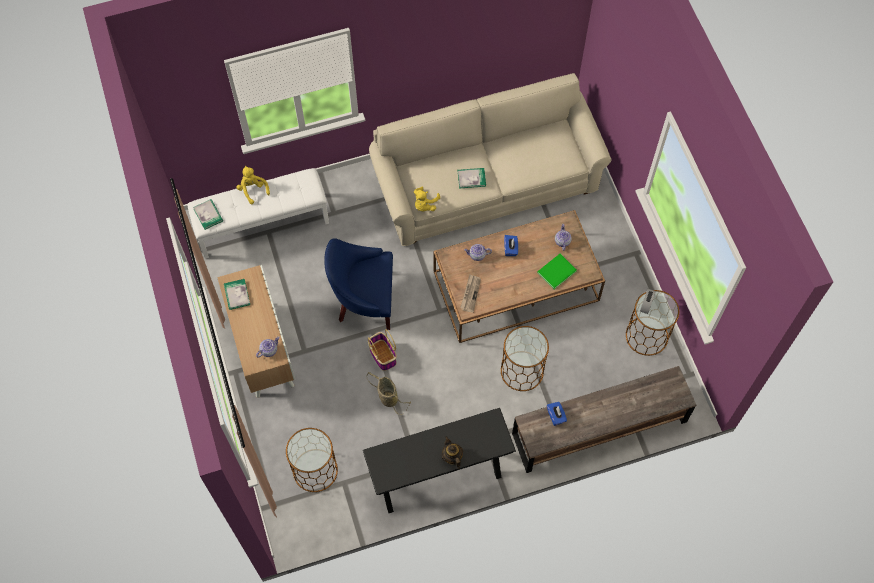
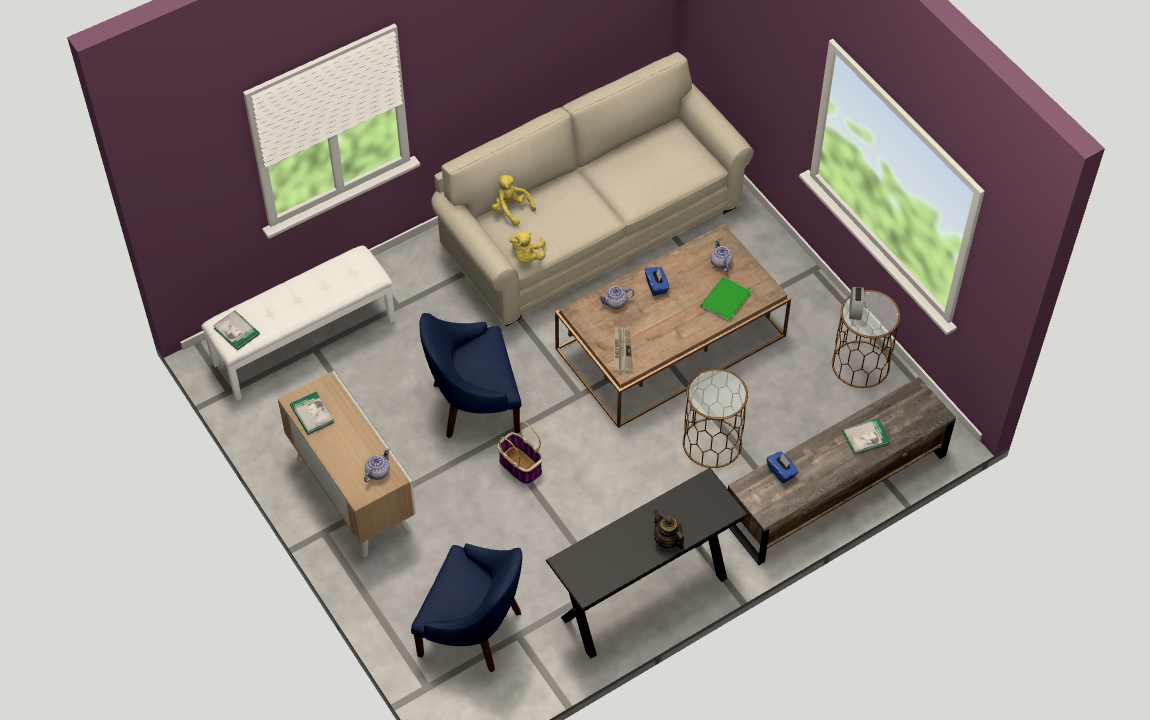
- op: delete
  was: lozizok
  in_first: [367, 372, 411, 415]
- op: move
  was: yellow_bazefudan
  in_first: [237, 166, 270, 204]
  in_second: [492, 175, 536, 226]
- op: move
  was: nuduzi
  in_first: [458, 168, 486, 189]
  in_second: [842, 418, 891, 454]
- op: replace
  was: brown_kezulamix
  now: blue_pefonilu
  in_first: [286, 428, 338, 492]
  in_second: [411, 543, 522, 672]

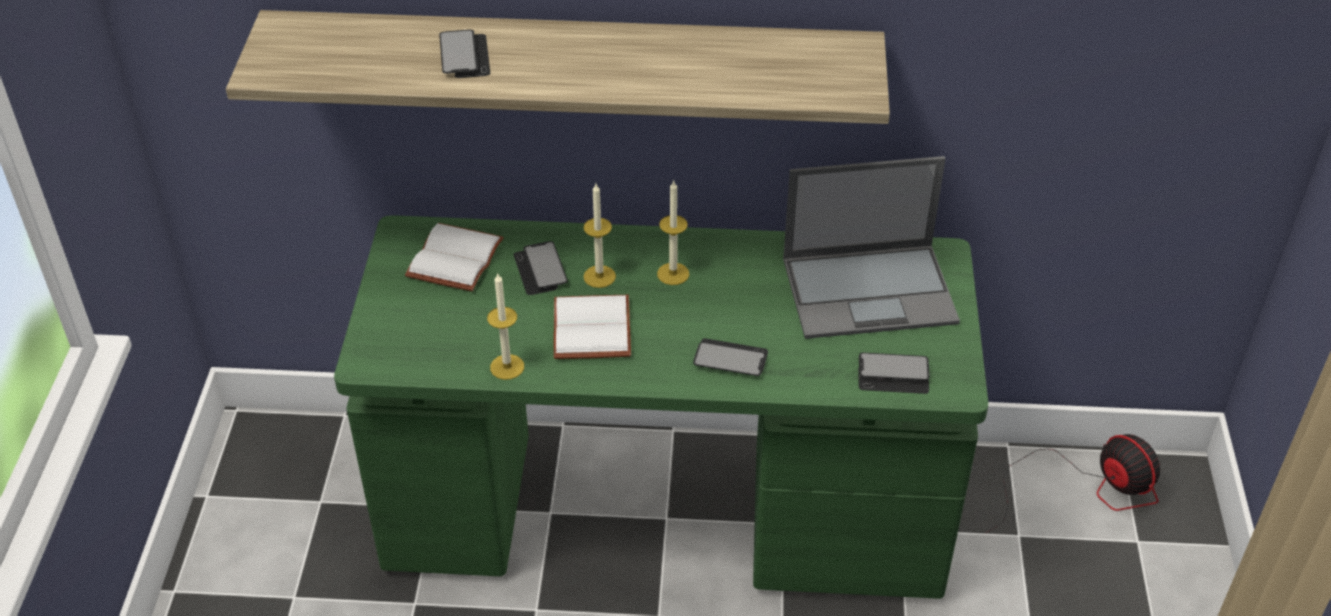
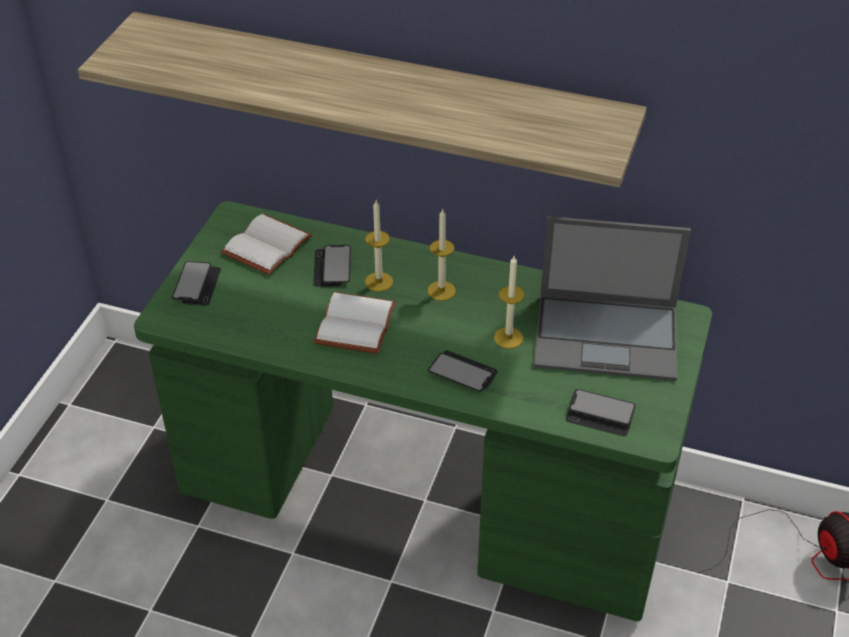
- op: move
  was: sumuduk
  in_first: [439, 30, 490, 78]
  in_second: [172, 261, 221, 306]
- op: move
  was: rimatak
  in_first: [487, 272, 524, 380]
  in_second: [494, 256, 525, 349]

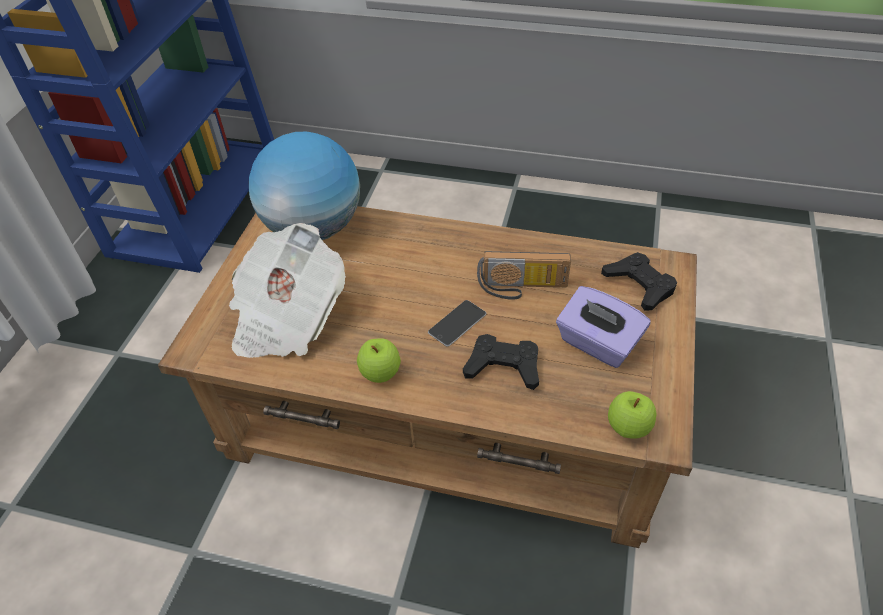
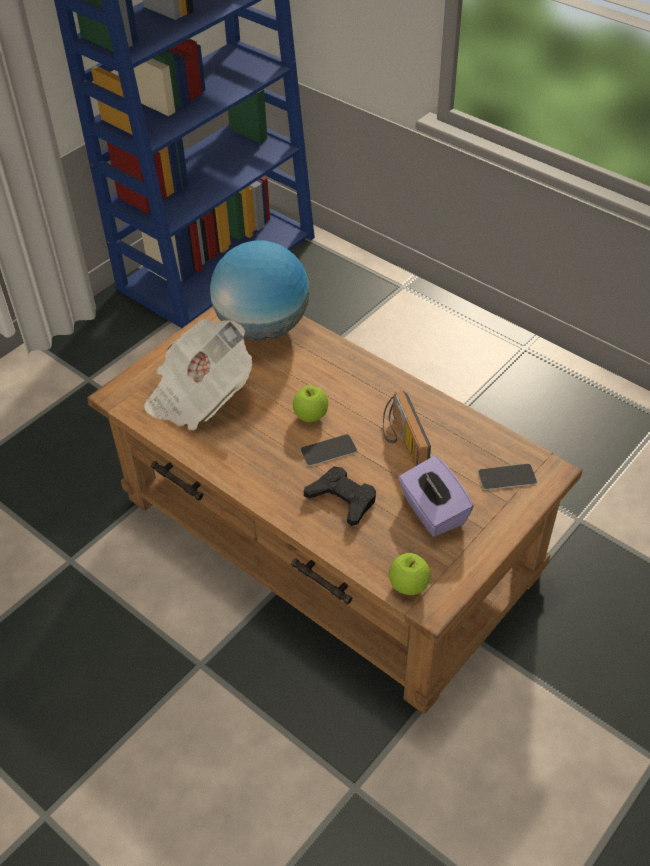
- op: move
  was: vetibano
  in_first: [357, 338, 401, 383]
  in_second: [293, 385, 328, 422]
- op: replace
  was: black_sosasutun
  now: sumuduk
  in_first: [601, 252, 677, 311]
  in_second: [478, 464, 537, 490]
- op: rotate
  was: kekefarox
  in_first: [477, 251, 571, 300]
  in_second: [383, 391, 431, 466]
  clockwise: 45

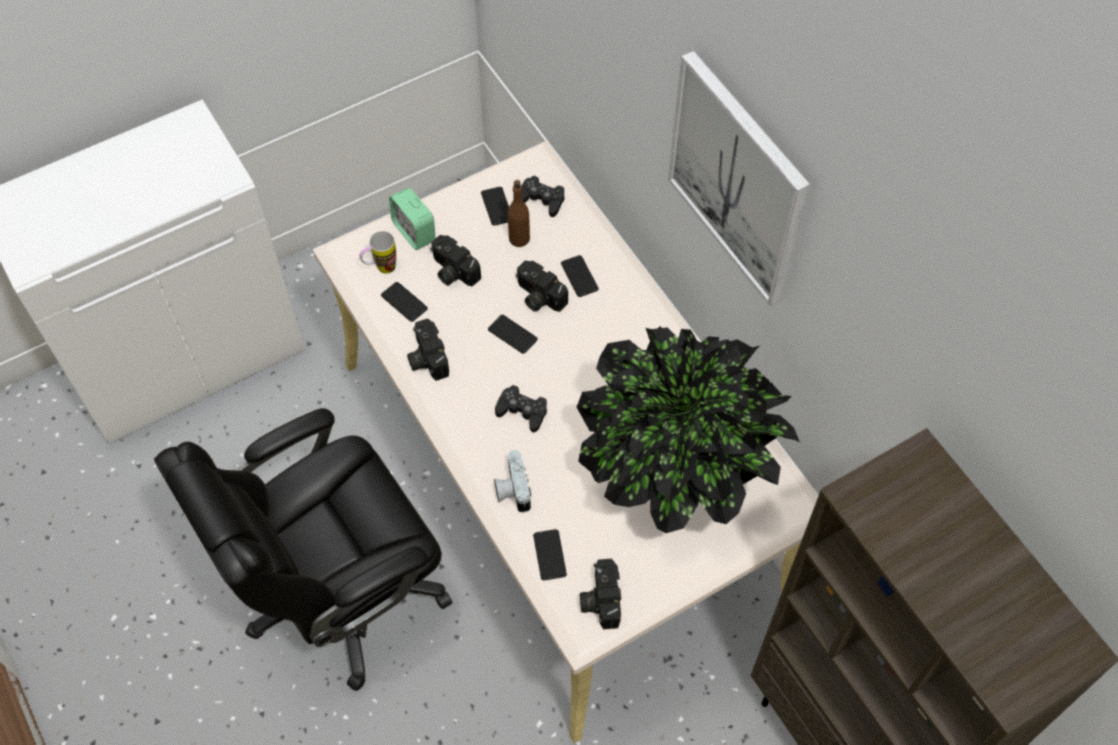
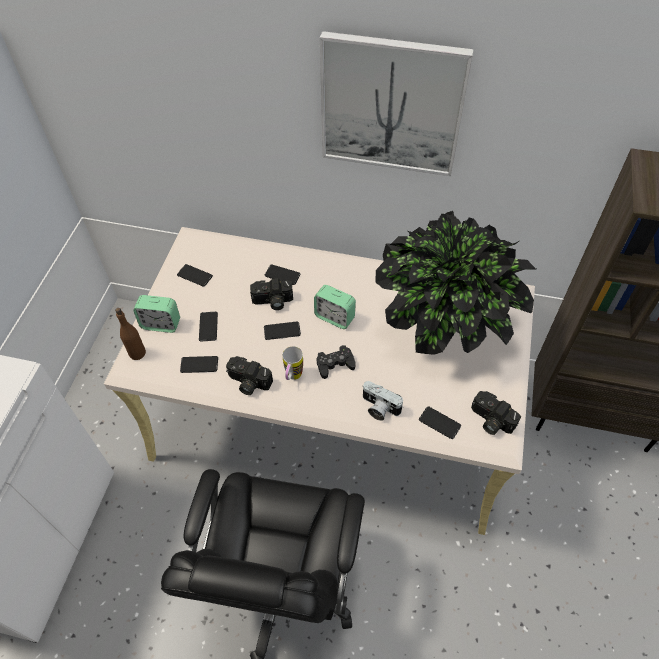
- op: delete
  was: black_sosasutun
  in_first: [521, 176, 564, 217]
- op: insert
  now: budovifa
  in_second: [314, 285, 356, 329]
- op: move
  was: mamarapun
  in_first: [360, 231, 396, 274]
  in_second: [282, 346, 303, 380]
- op: move
  was: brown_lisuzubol
  in_first: [508, 180, 530, 247]
  in_second: [115, 308, 146, 360]
- op: replace
  was: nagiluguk
  now: sumuduk
  in_first: [430, 235, 481, 287]
  in_second: [199, 312, 218, 341]

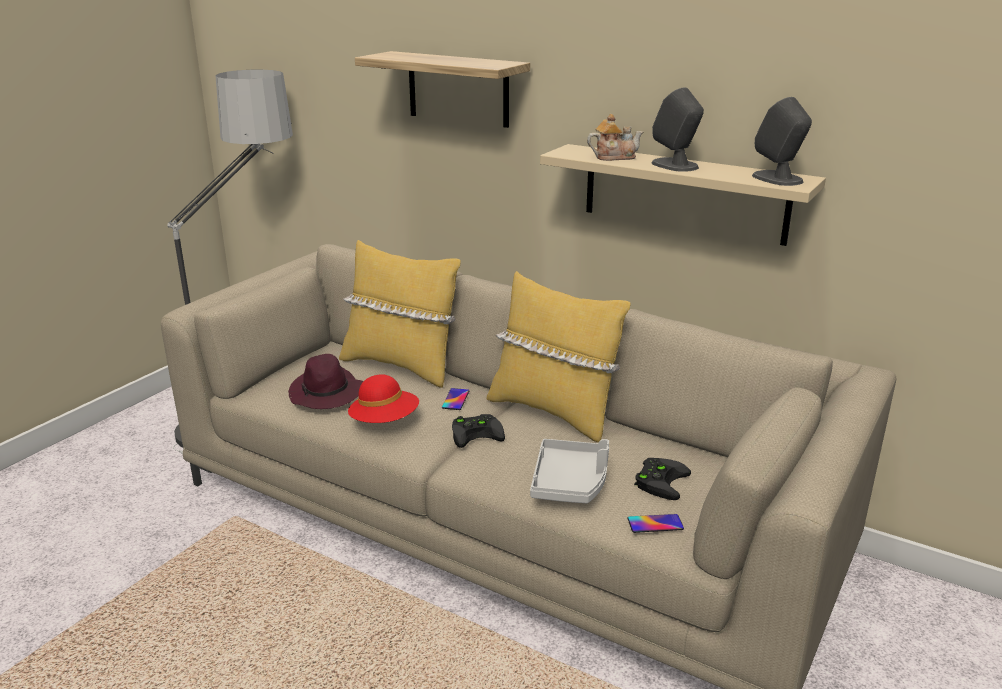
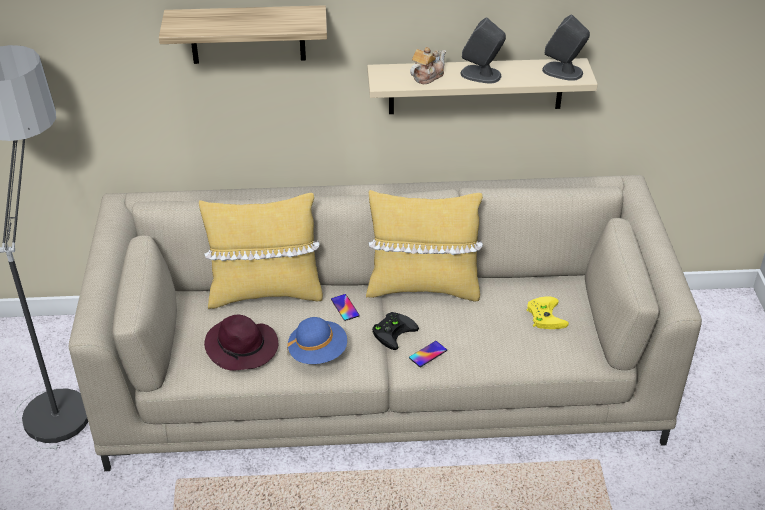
- op: delete
  was: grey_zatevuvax
  in_first: [530, 439, 609, 503]
- op: move
  was: sumuduk
  in_first: [627, 514, 684, 533]
  in_second: [409, 341, 447, 367]
- op: recolor
  was: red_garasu
  now: blue_garasu
  in_first: [348, 374, 419, 423]
  in_second: [287, 317, 347, 364]
- op: recolor
  was: black_sosasutun
  now: yellow_sosasutun
  in_first: [634, 458, 691, 500]
  in_second: [526, 296, 569, 329]

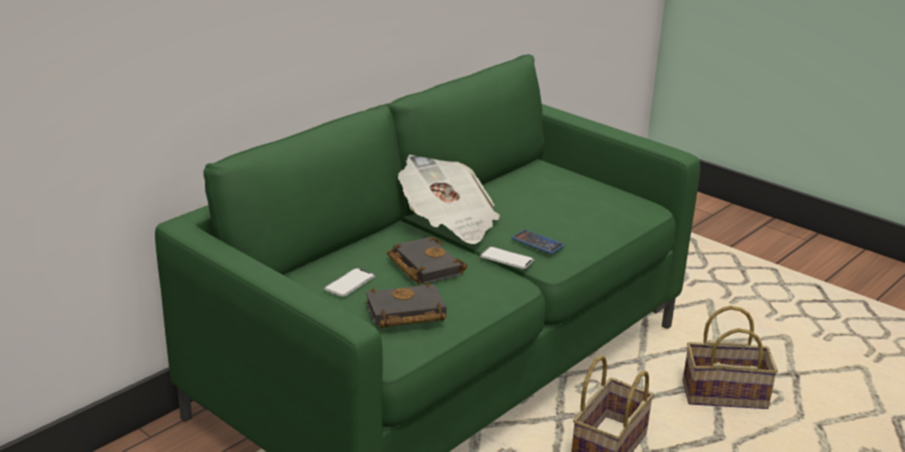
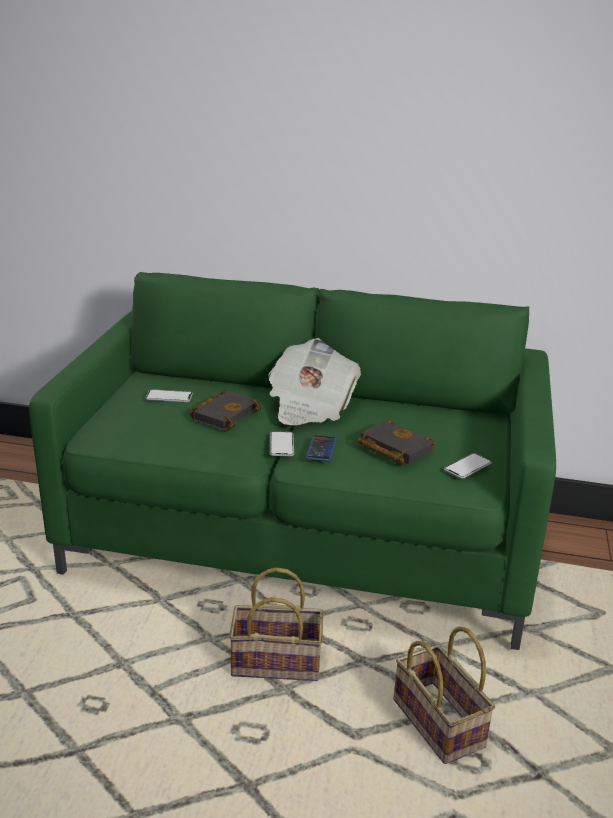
- op: insert
  now: sumuduk
  in_second: [444, 453, 492, 479]
- op: move
  was: black_nuduzi
  in_first: [366, 282, 447, 328]
  in_second: [358, 420, 436, 465]

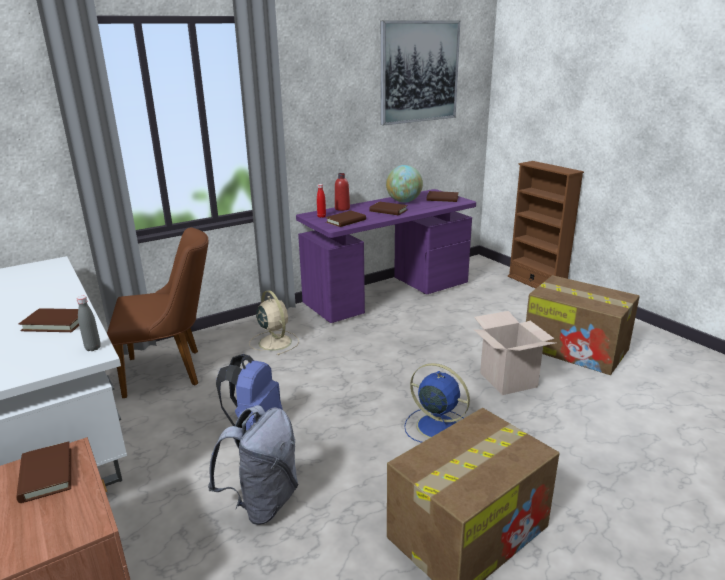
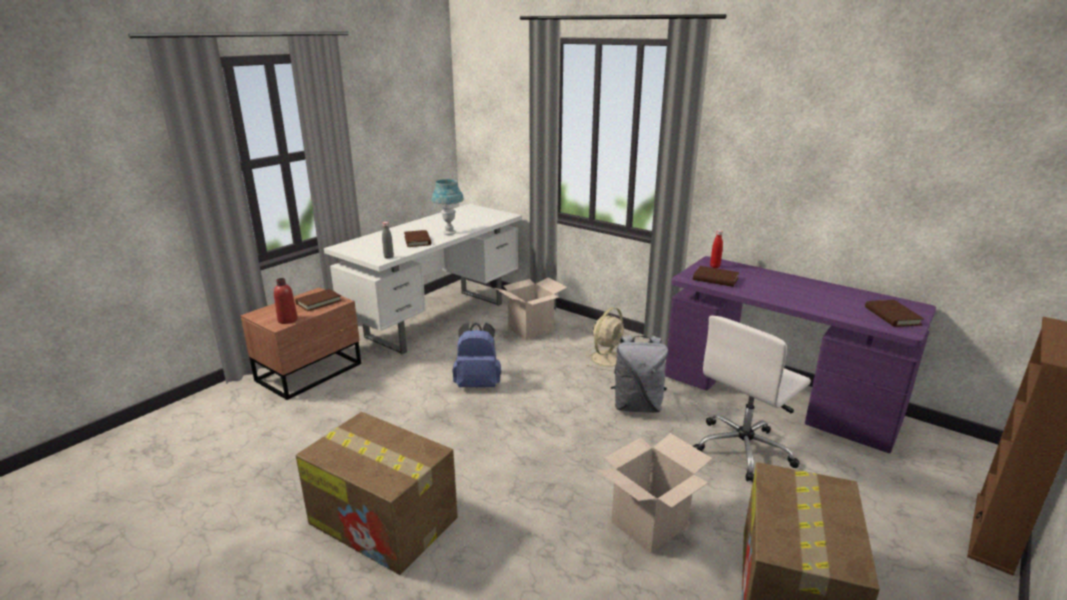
- op: delete
  was: brown_nuduzi
  in_first: [369, 202, 408, 215]
- op: delete
  was: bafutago
  in_first: [381, 21, 460, 125]
- op: delete
  was: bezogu
  in_first: [386, 165, 423, 203]
- op: delete
  was: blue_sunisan
  in_first: [404, 363, 470, 443]
- op: insert
  now: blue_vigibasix
  in_second: [432, 179, 464, 235]
- op: insert
  now: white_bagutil
  in_second: [693, 316, 811, 482]
- op: move
  was: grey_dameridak
  in_first: [208, 405, 298, 525]
  in_second: [611, 335, 668, 413]
- op: move
  was: red_lisuzubol
  in_first: [335, 173, 350, 211]
  in_second: [274, 278, 298, 324]
- op: replace
  was: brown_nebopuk
  now: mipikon
  in_first: [107, 227, 209, 398]
  in_second: [495, 277, 567, 340]

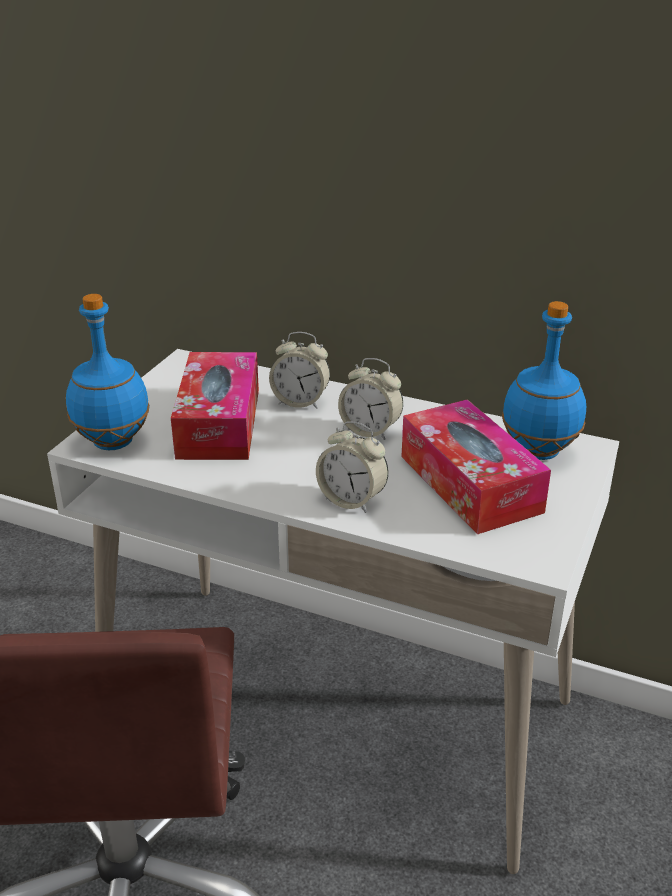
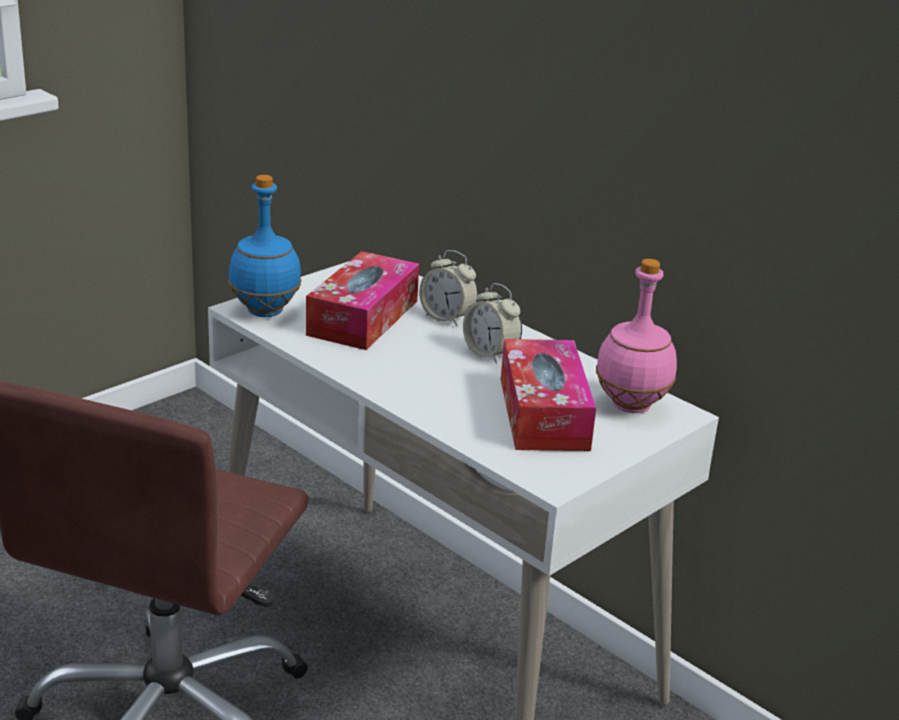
- op: delete
  was: budovifa
  in_first: [316, 421, 388, 513]
- op: recolor
  was: blue_lisuzubol
  now: pink_lisuzubol
  in_first: [502, 301, 586, 460]
  in_second: [596, 259, 677, 413]

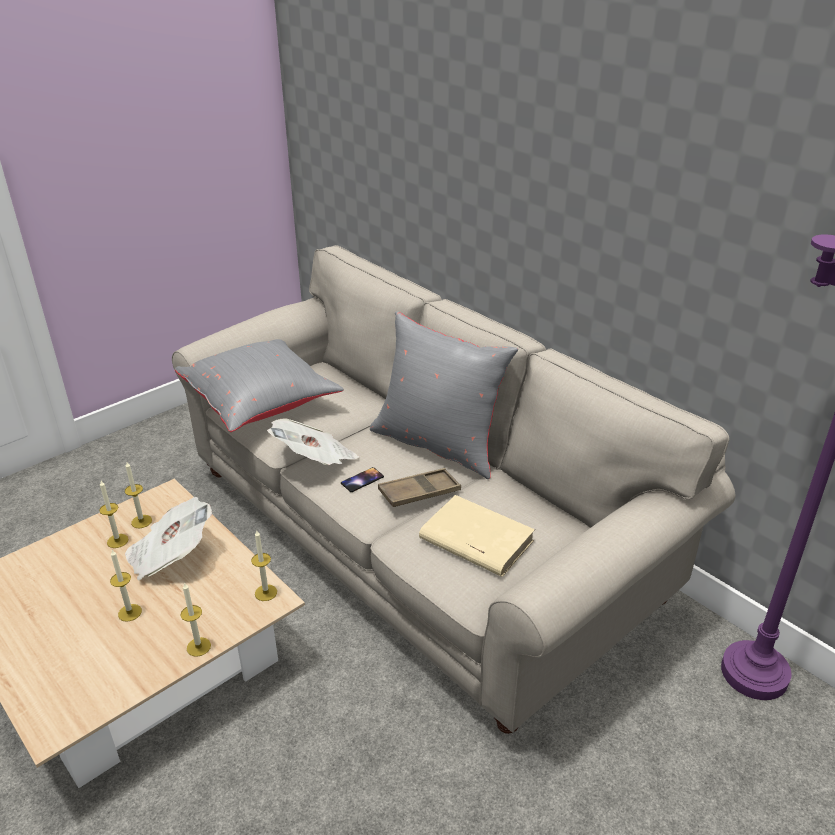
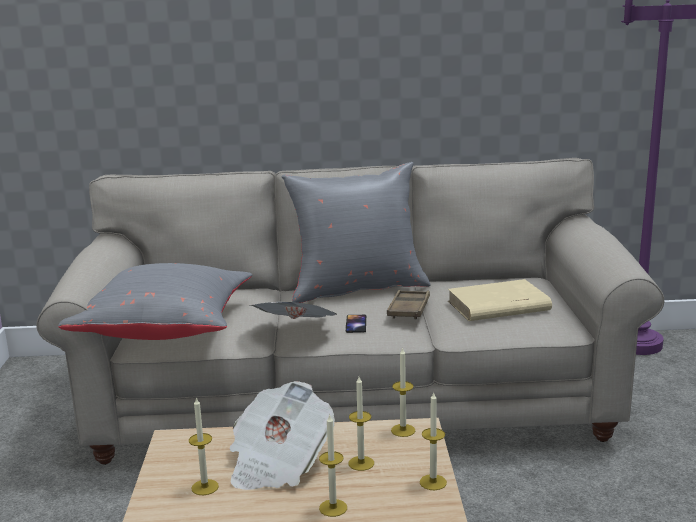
- op: move
  was: rimatak
  in_first: [125, 462, 152, 528]
  in_second: [348, 377, 374, 471]

